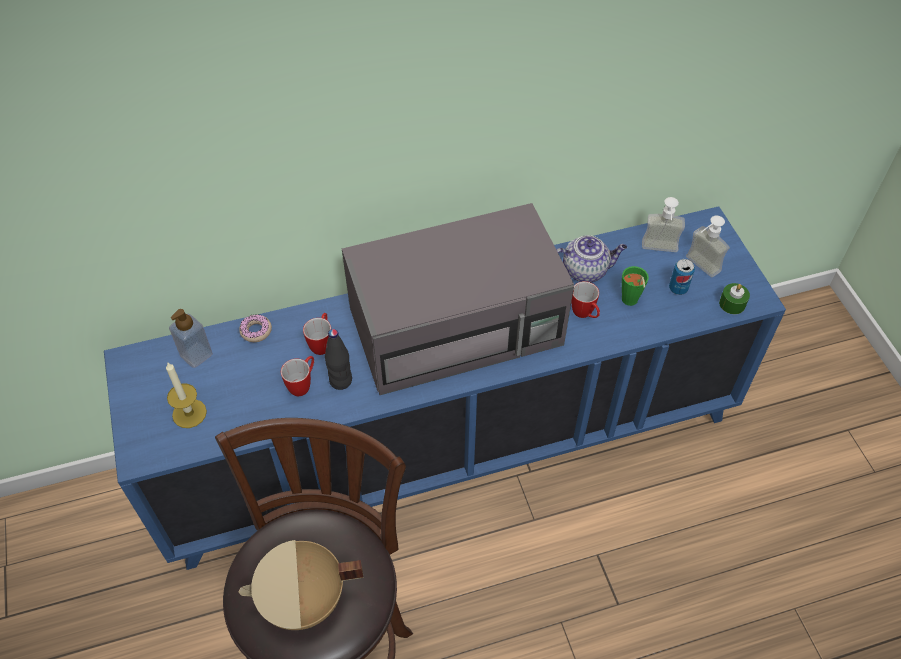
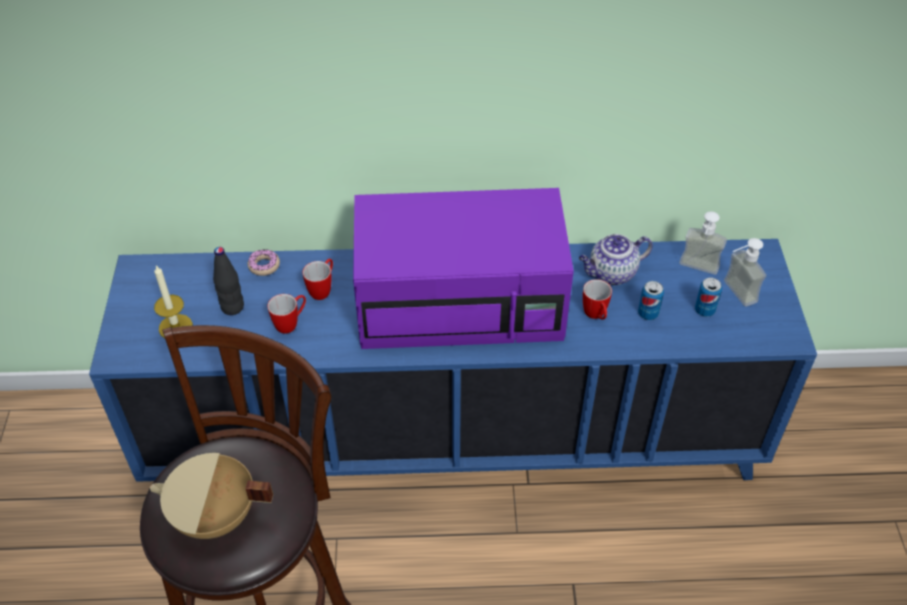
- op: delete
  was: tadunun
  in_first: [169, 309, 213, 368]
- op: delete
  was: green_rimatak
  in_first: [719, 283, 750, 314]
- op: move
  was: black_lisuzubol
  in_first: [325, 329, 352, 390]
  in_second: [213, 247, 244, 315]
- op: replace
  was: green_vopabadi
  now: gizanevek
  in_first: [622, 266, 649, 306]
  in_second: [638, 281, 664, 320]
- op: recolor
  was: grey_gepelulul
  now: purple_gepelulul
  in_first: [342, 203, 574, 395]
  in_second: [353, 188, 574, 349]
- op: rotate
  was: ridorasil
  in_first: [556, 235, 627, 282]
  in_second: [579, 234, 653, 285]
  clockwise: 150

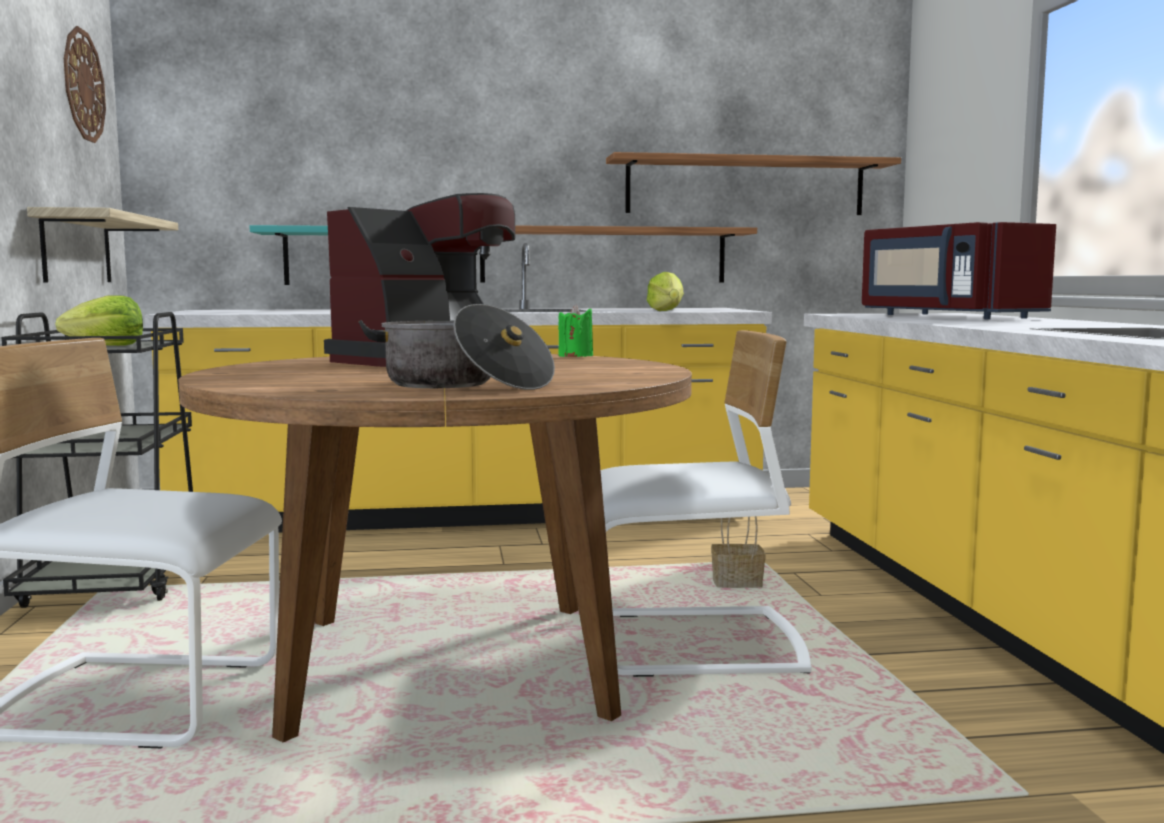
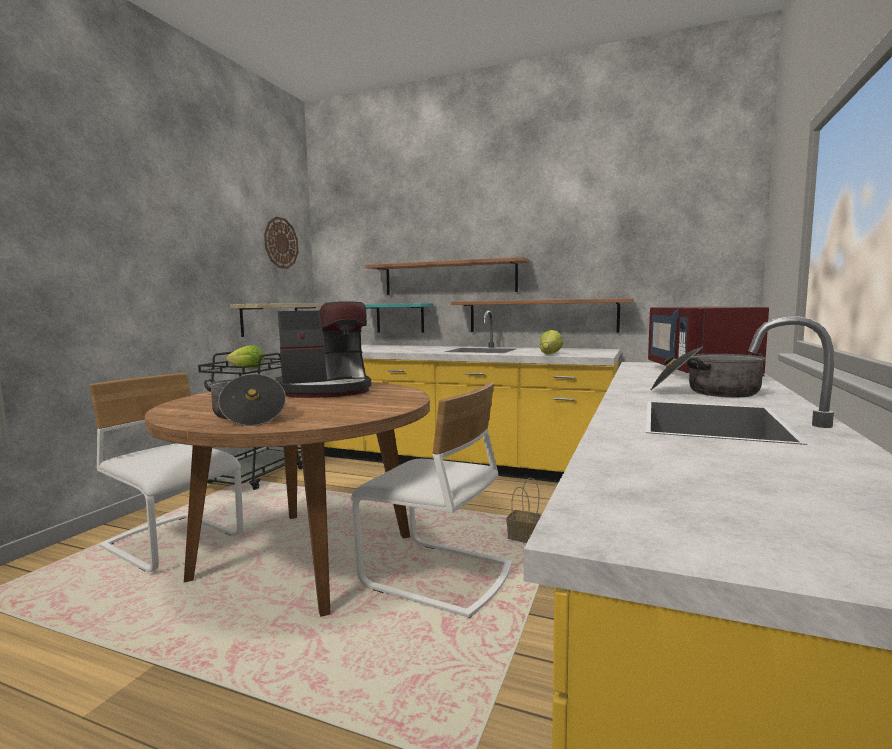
- op: delete
  was: green_rimatak
  in_first: [558, 305, 593, 357]
- op: insert
  now: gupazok
  in_second: [651, 346, 766, 397]
- op: move
  was: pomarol
  in_first: [606, 152, 901, 215]
  in_second: [365, 257, 530, 295]

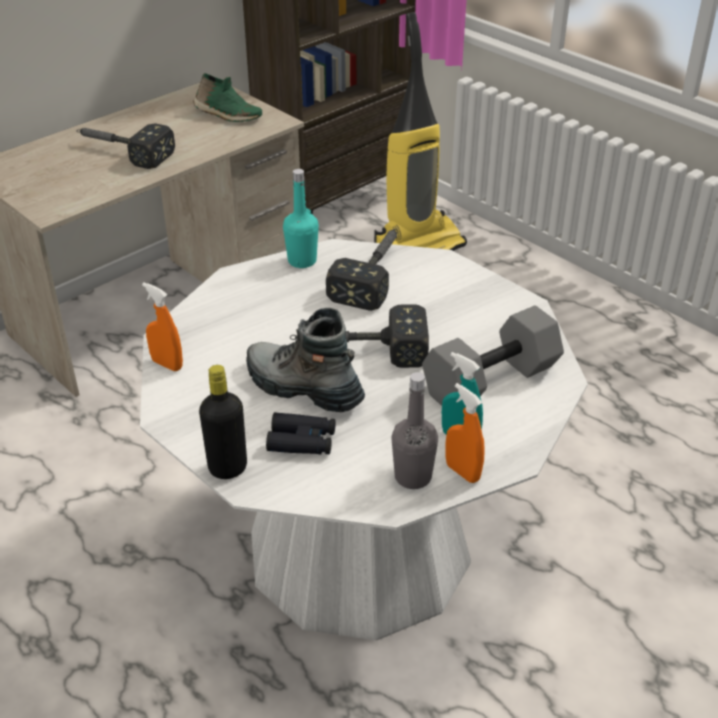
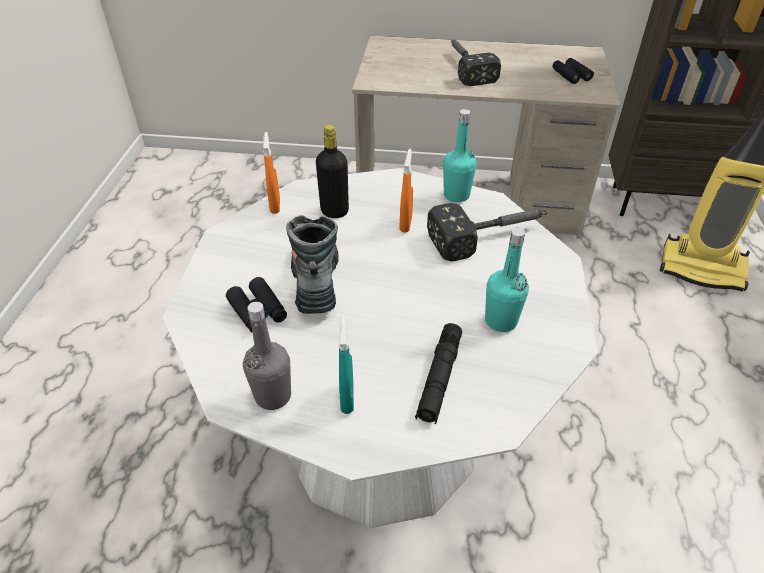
- op: delete
  was: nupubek
  in_first: [290, 304, 429, 368]
- op: insert
  now: turquoise_lisuzubol
  in_second: [485, 228, 529, 332]
- op: move
  was: black_lisuzubol
  in_first: [199, 365, 247, 479]
  in_second: [316, 125, 349, 218]
- op: move
  was: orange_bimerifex
  in_first: [445, 383, 485, 483]
  in_second: [400, 149, 413, 233]
- op: replace
  was: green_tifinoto
  now: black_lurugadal
  in_first: [193, 73, 262, 122]
  in_second: [552, 58, 594, 84]
- op: replace
  was: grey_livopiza
  now: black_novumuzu
  in_first: [422, 305, 564, 406]
  in_second: [415, 323, 462, 424]

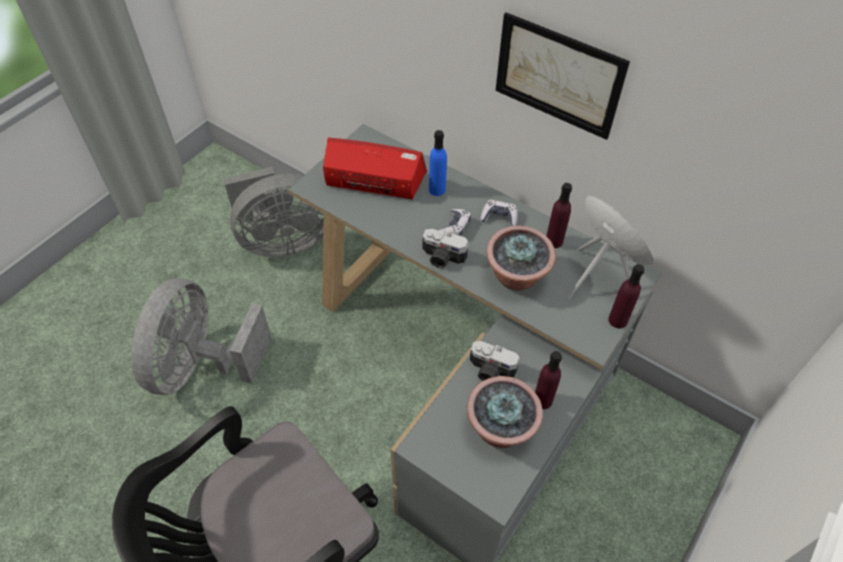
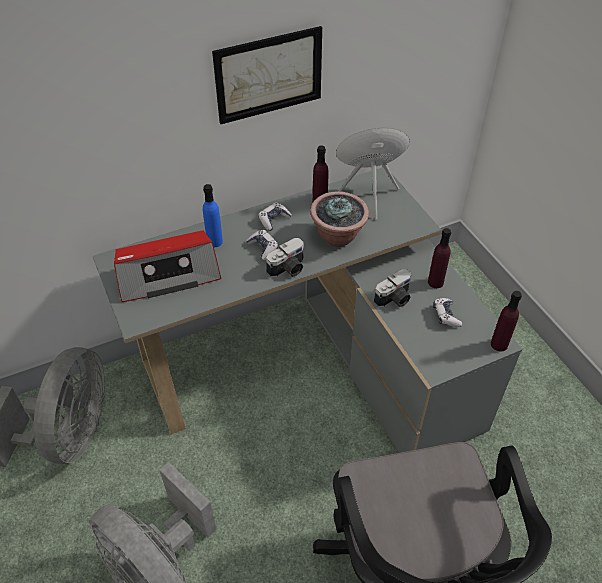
- op: move
  was: purple_lisuzubol
  in_first: [608, 264, 644, 328]
  in_second: [491, 291, 522, 351]
- op: replace
  was: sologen
  now: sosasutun
  in_first: [467, 376, 543, 448]
  in_second: [433, 298, 462, 327]
- op: rotate
  was: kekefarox
  in_first: [323, 138, 427, 199]
  in_second: [114, 230, 221, 302]
  clockwise: -150

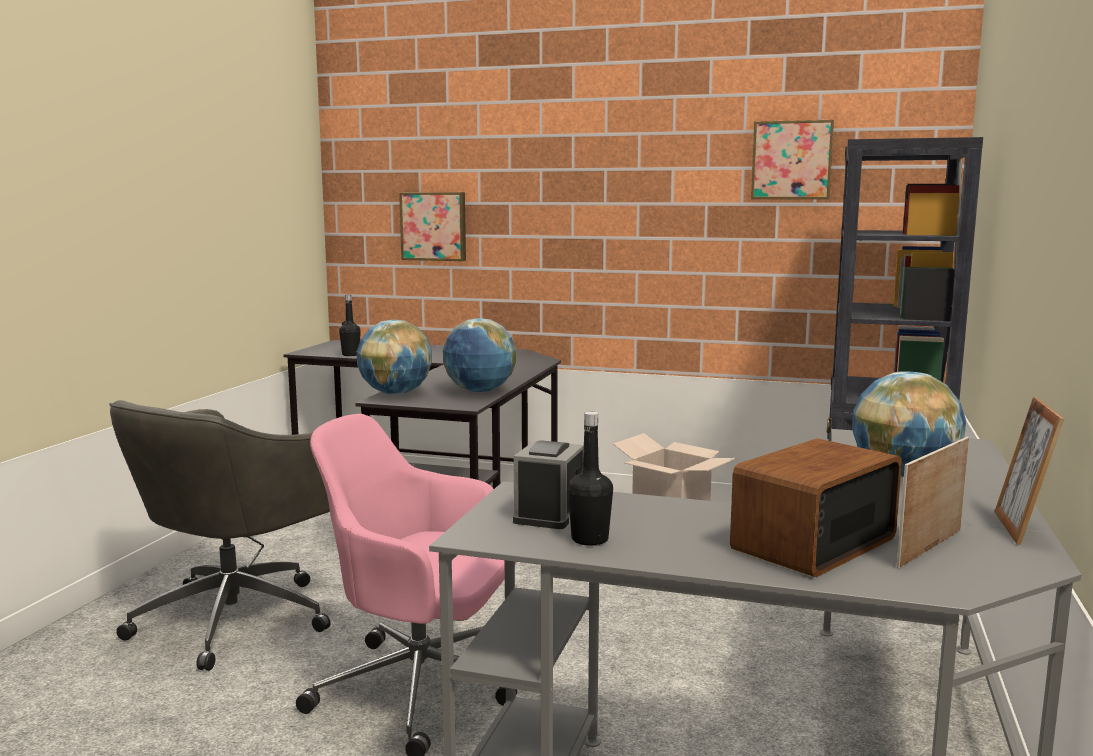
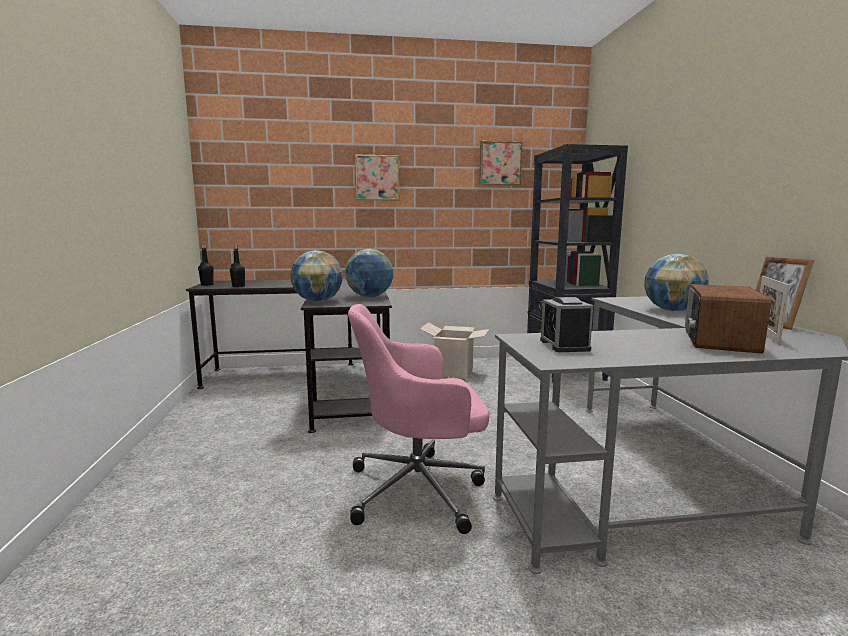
- op: delete
  was: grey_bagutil
  in_first: [109, 400, 331, 671]
- op: move
  was: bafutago
  in_first: [399, 192, 466, 261]
  in_second: [355, 154, 399, 200]
- op: move
  was: black_lisuzubol
  in_first: [568, 412, 613, 546]
  in_second: [198, 244, 214, 286]

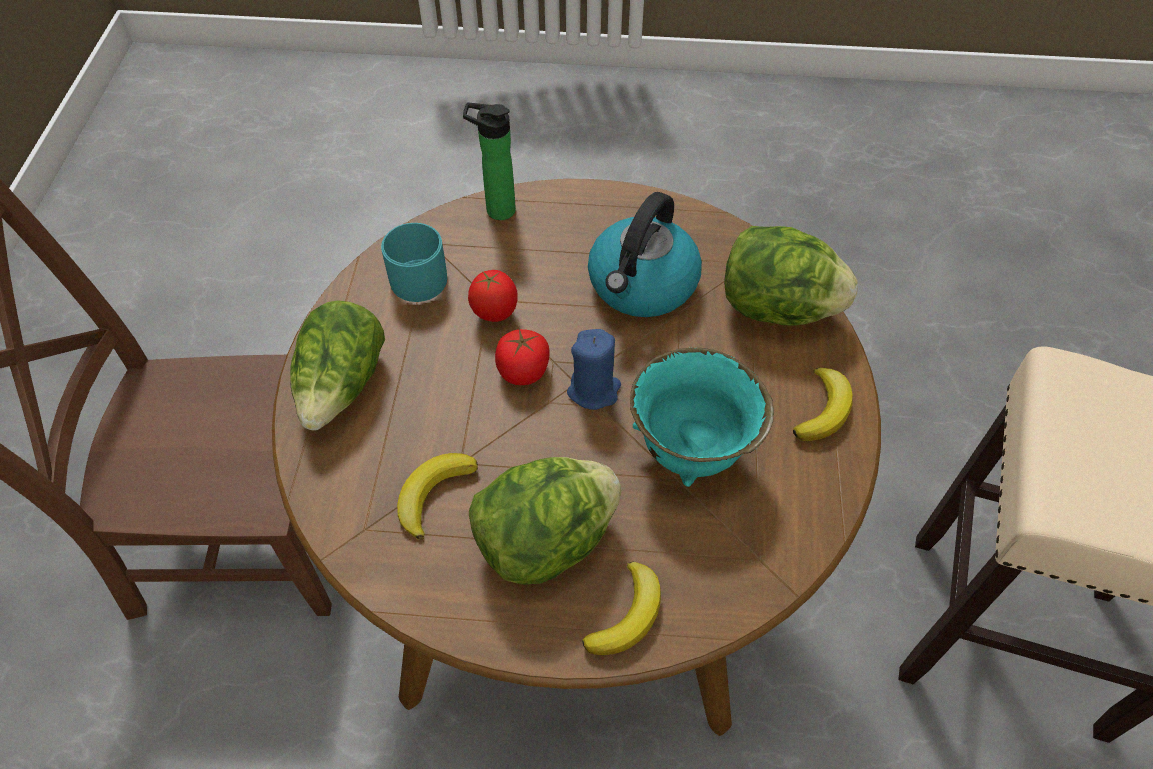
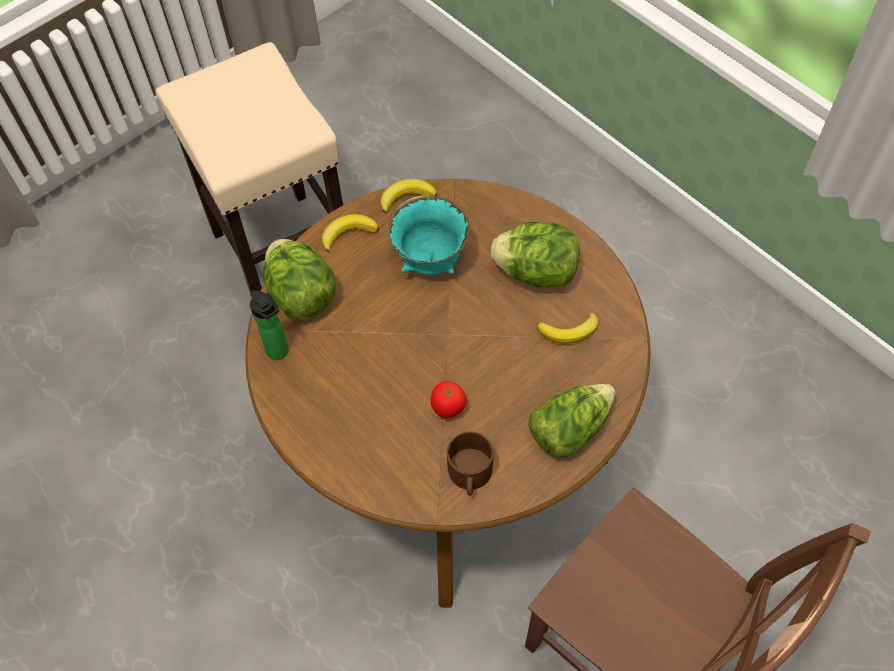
- op: delete
  was: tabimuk
  in_first: [495, 329, 550, 385]
- op: delete
  was: blue_rimatak
  in_first: [567, 329, 621, 410]
- op: delete
  was: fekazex
  in_first: [588, 192, 702, 317]
- op: move
  was: lisuzubol
  in_first: [463, 103, 516, 220]
  in_second: [250, 290, 289, 360]
- op: move
  was: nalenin
  in_first: [582, 561, 661, 655]
  in_second: [381, 179, 437, 214]
- op: recolor
  was: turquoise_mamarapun
  now: brown_mamarapun
  in_first: [381, 223, 447, 302]
  in_second: [447, 431, 494, 495]

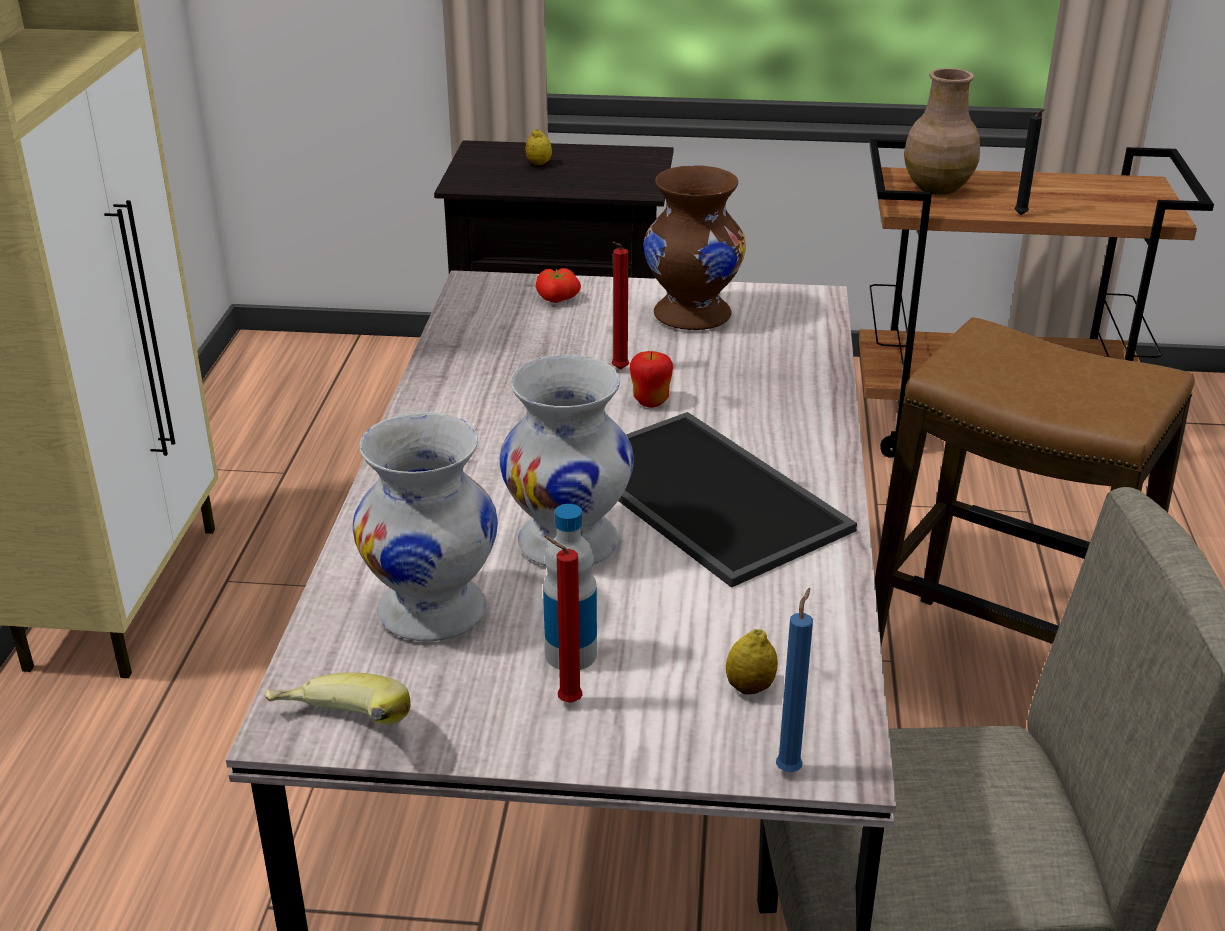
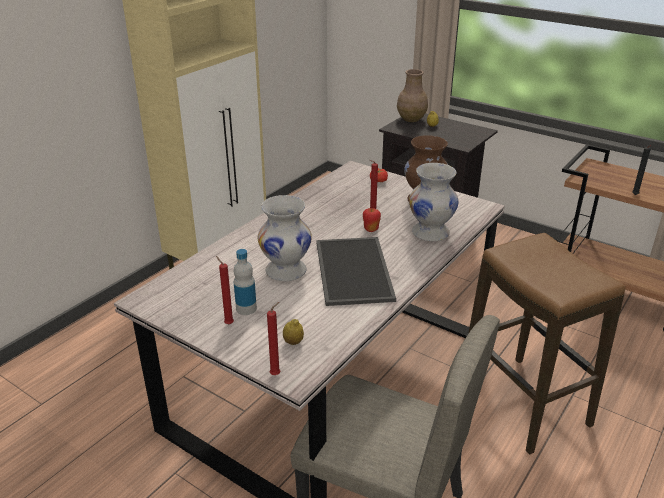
- op: delete
  was: nalenin
  in_first: [265, 672, 411, 725]
- op: move
  was: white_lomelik
  in_first: [353, 412, 498, 642]
  in_second: [409, 163, 458, 241]
- op: move
  was: brown_lomelik
  in_first: [904, 68, 980, 195]
  in_second: [397, 69, 428, 122]
- op: recolor
  was: blue_rimatak
  now: red_rimatak
  in_first: [776, 588, 813, 772]
  in_second: [267, 302, 280, 375]

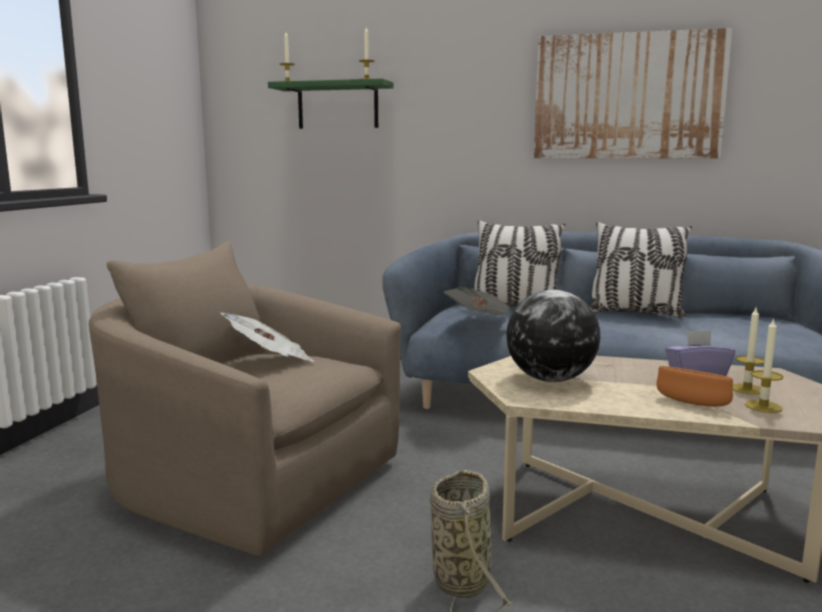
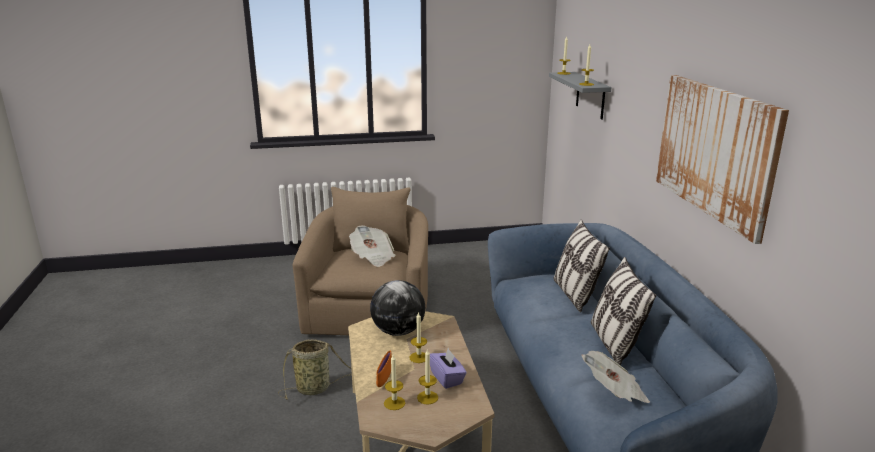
- op: insert
  now: rimatak
  in_second: [409, 312, 427, 363]
- op: move
  was: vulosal
  in_first: [444, 287, 510, 315]
  in_second: [582, 351, 650, 403]
- op: recolor
  was: green_pomarol
  now: grey_pomarol
  in_first: [268, 78, 394, 129]
  in_second: [549, 72, 612, 120]

